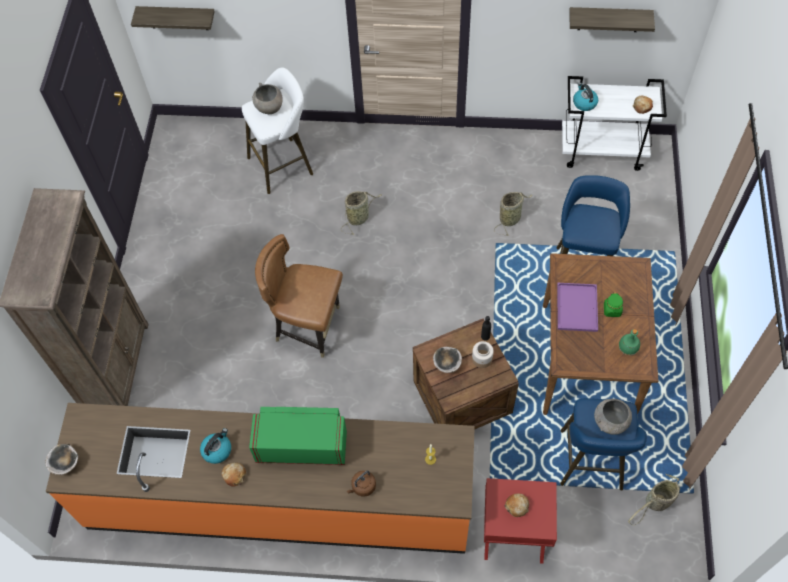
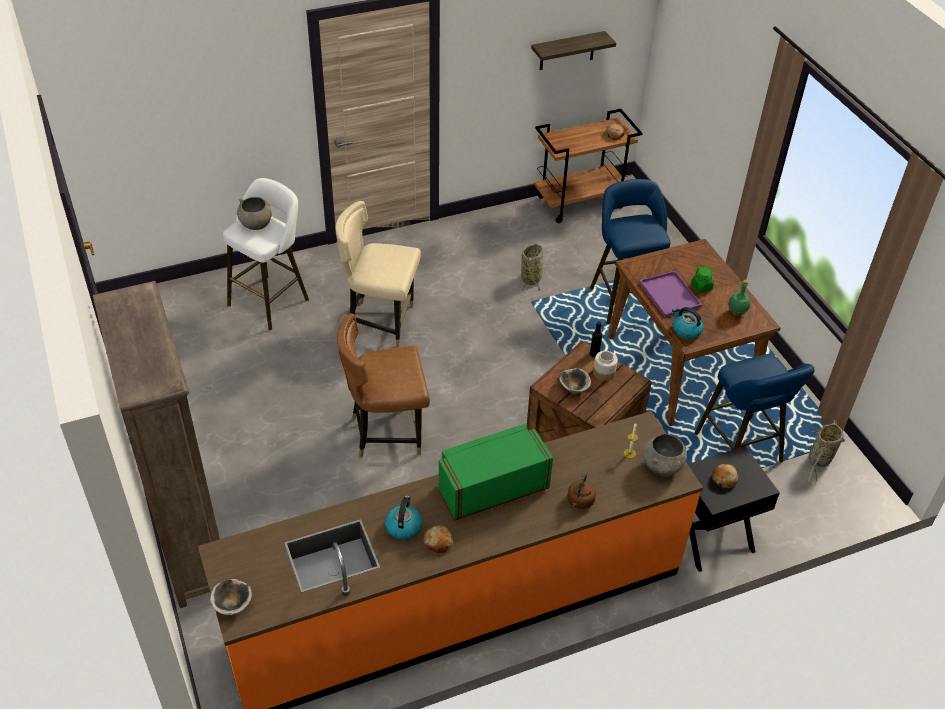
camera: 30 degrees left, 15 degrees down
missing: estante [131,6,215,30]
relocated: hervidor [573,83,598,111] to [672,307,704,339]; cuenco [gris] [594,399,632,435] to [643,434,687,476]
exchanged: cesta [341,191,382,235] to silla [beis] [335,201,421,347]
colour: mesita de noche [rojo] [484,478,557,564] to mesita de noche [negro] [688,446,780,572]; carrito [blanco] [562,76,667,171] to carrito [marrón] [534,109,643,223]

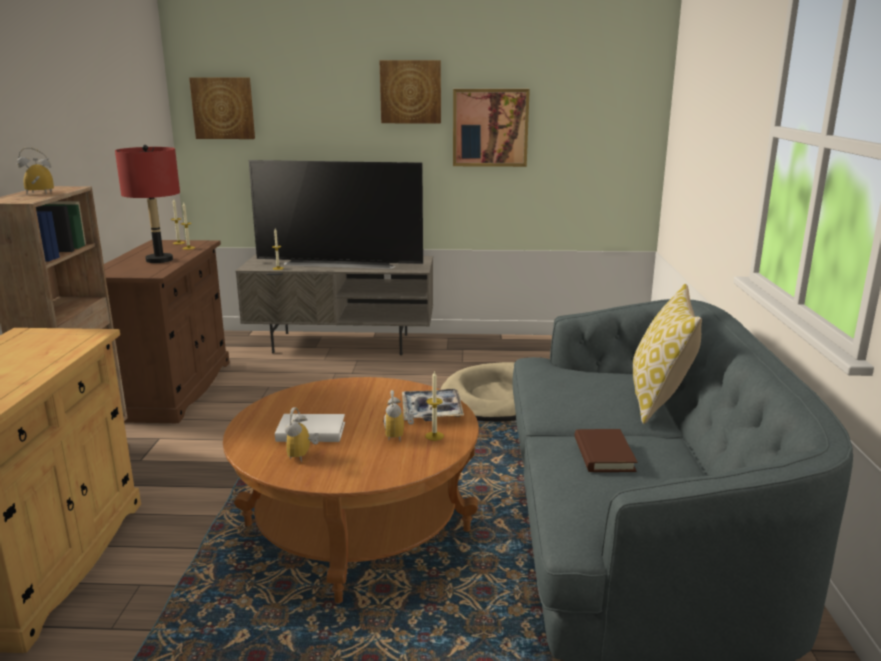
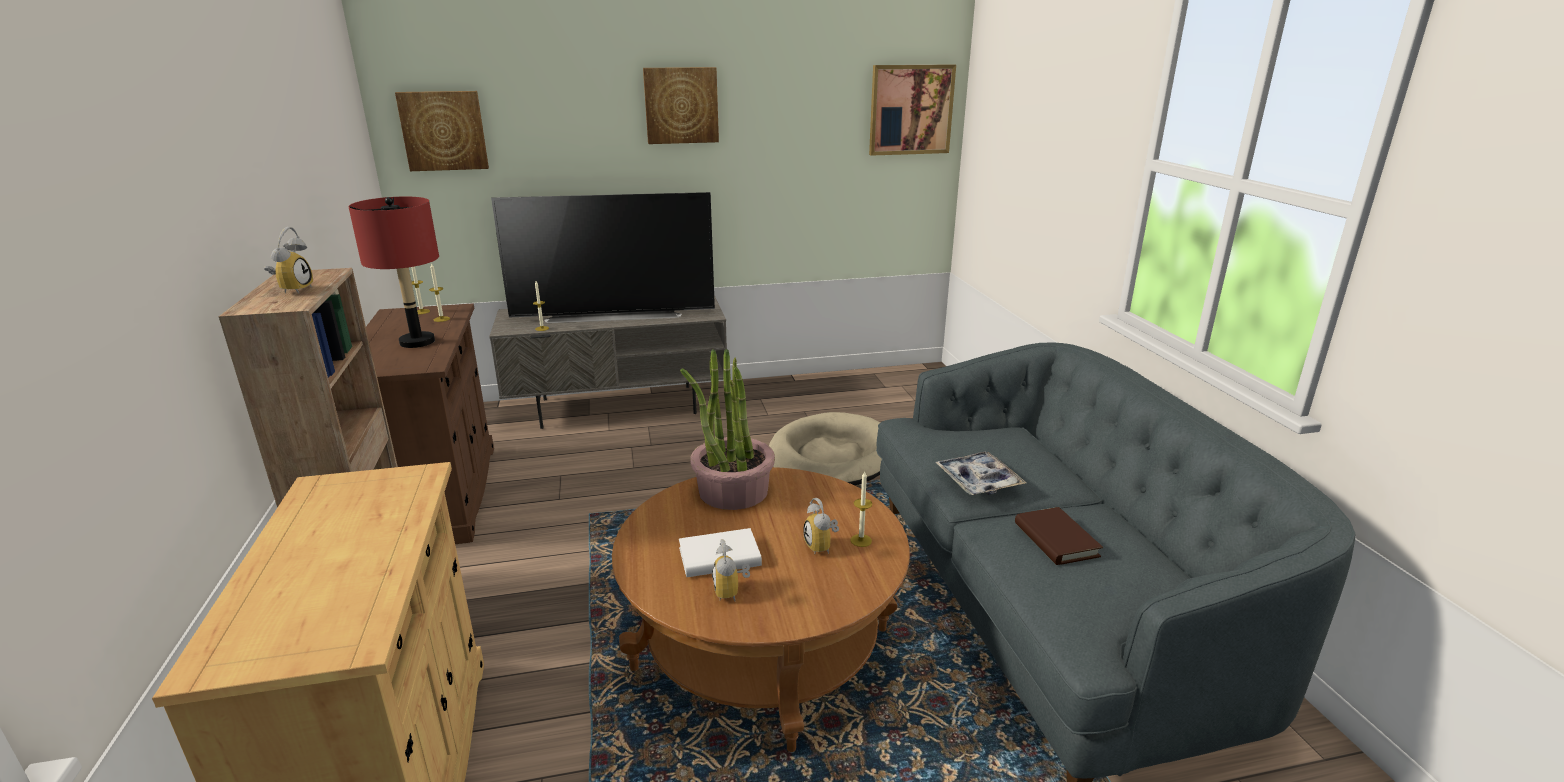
camera: 15 degrees left, 5 degrees up
missing: cojín [633,284,702,424]
appeared: planta en maceta [680,349,775,510]
relocated: bandeja [402,389,464,421] to [935,452,1026,495]; cuadro [453,89,530,167] to [869,64,956,156]
spun: despertador [17,147,54,194] = [264,227,313,294] 120 degrees clockwise

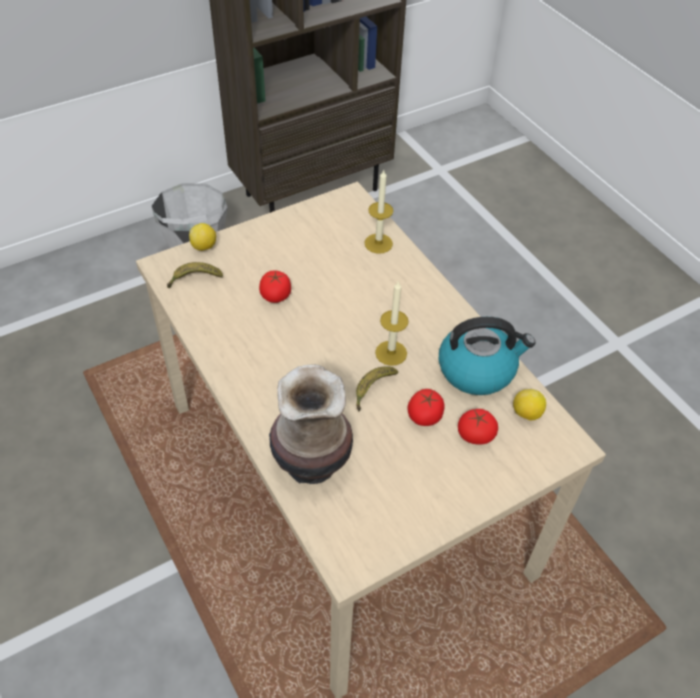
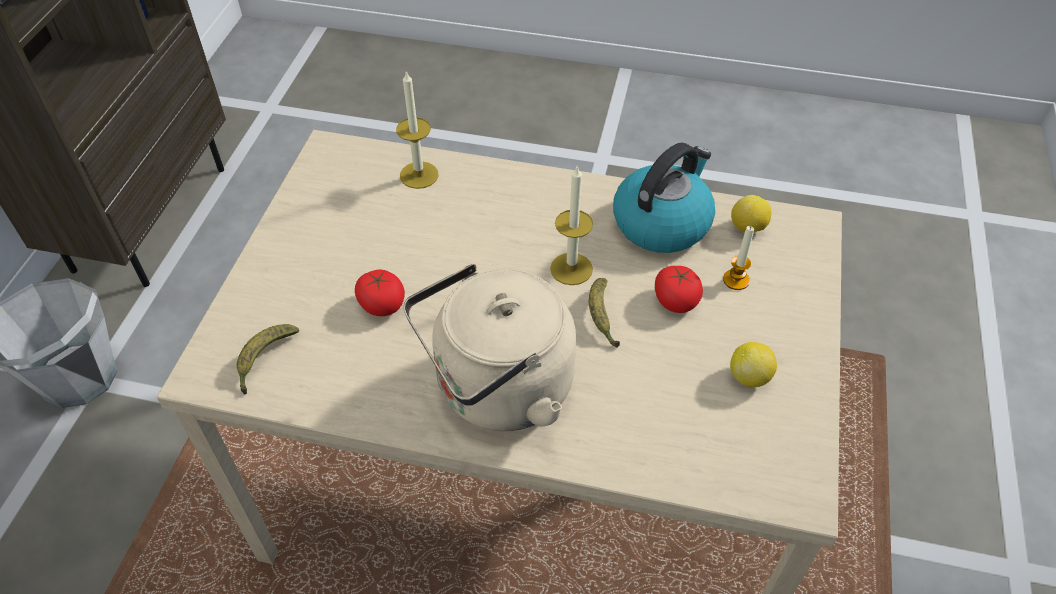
camera: 45 degrees left, 0 degrees up
missing: florero [269,364,353,484]
appeared: hervidor [beis] [403,264,576,431]
relocated: limón [189,223,216,251] to [730,342,777,387]
exchanged: tomate [458,409,498,445] to vela [723,226,754,290]

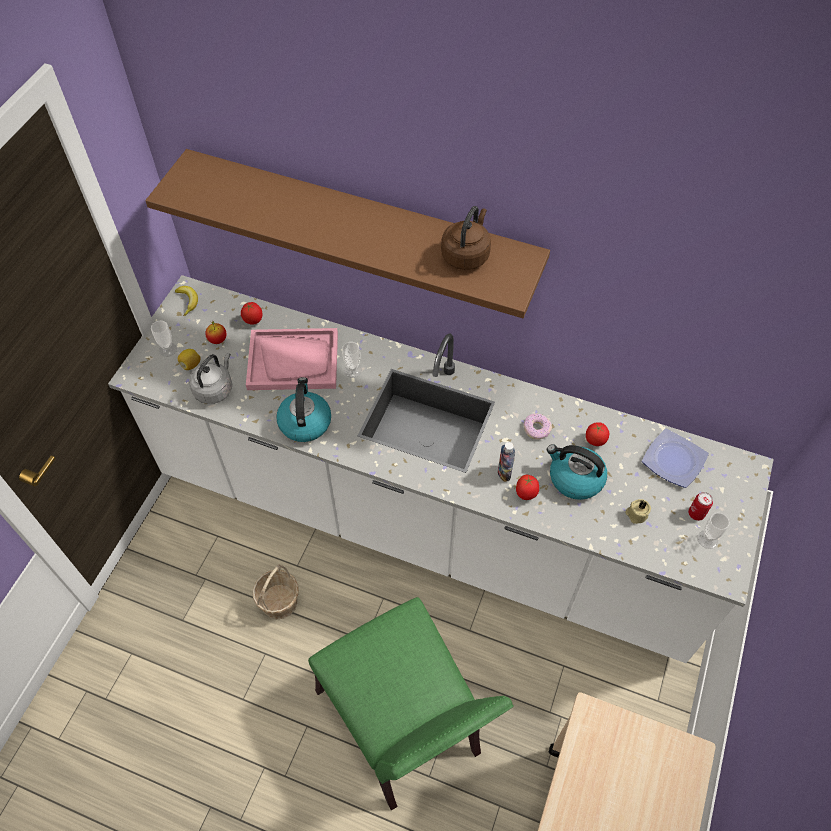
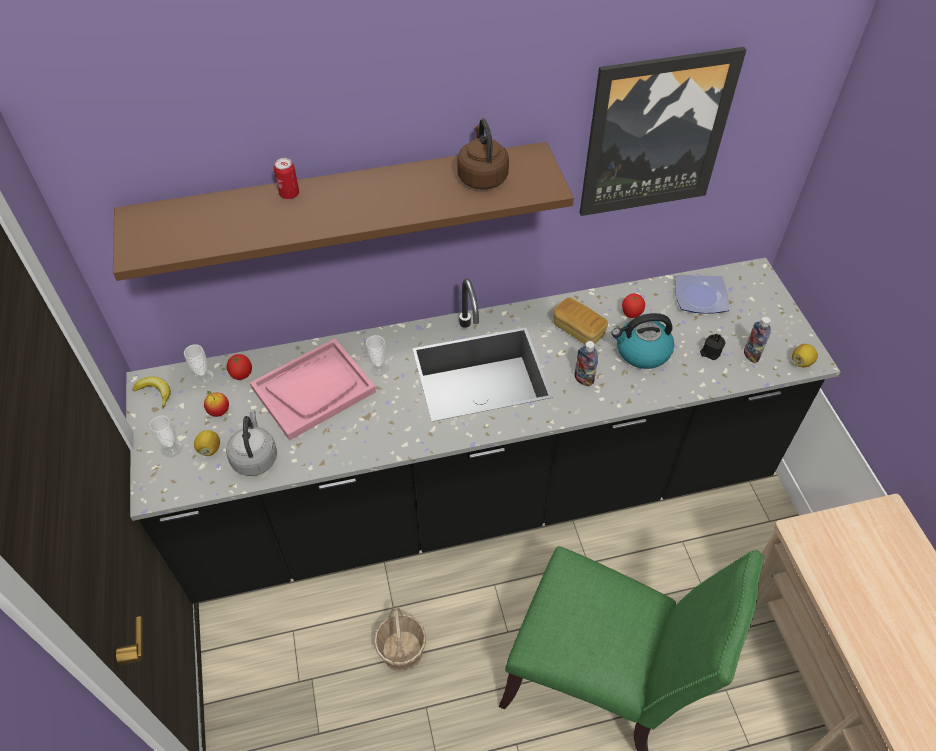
camera: 35 degrees left, 5 degrees down
missing: hervidor [276,377,331,442]; tomate [516,475,539,500]
appeared: cuadro [580,47,746,216]; botella [744,316,771,363]; limón [792,344,818,367]
relocated: lata [688,492,713,521] to [274,158,299,199]; taza [697,512,729,549] to [184,345,214,385]
exchanged: rosquilla [524,414,552,440] to pan [554,297,608,345]
colour: mueble bajo de cocina [blanco] [108,275,774,663] to mueble bajo de cocina [negro] [126,257,841,604]; vela [beis] [625,499,651,524] to vela [negro] [700,333,725,360]

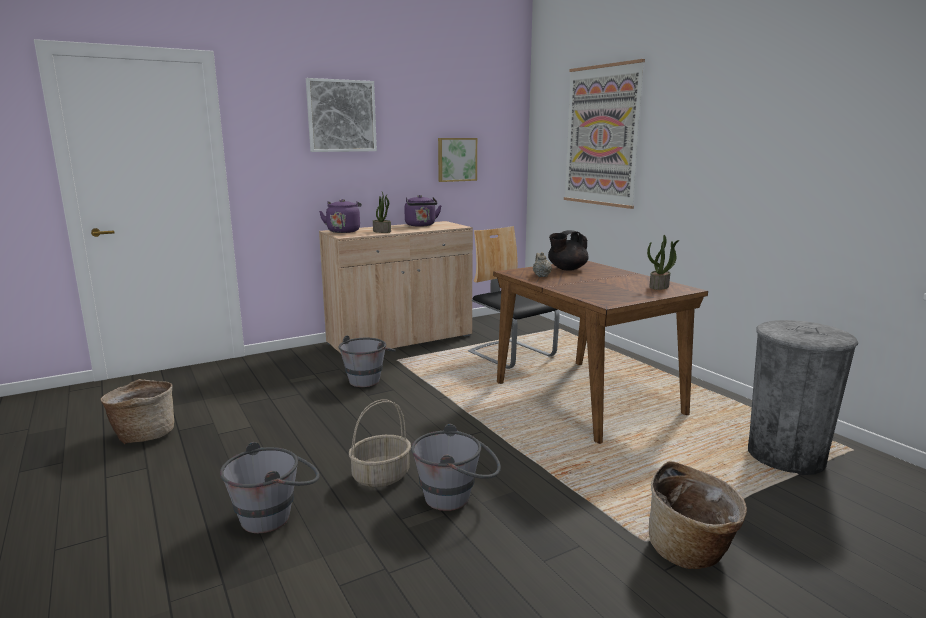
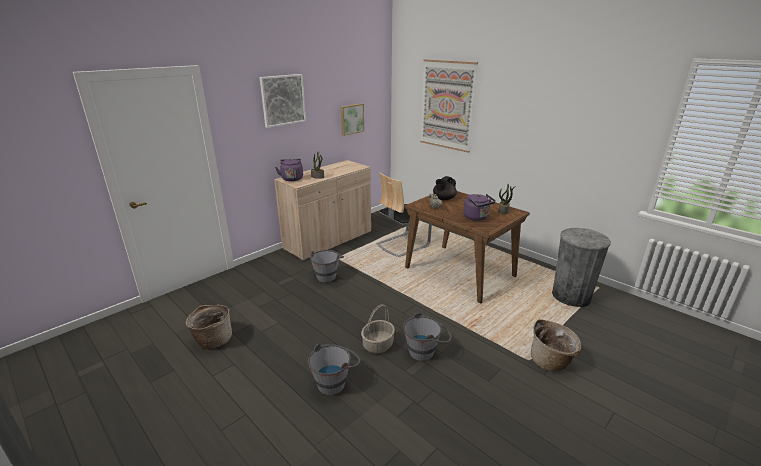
camera: 15 degrees left, 10 degrees up
relocated: hervidor [morado] [404,195,442,227] to [463,194,496,221]
spun: silla [468,226,560,369] = [376,173,432,257] 75 degrees counterclockwise

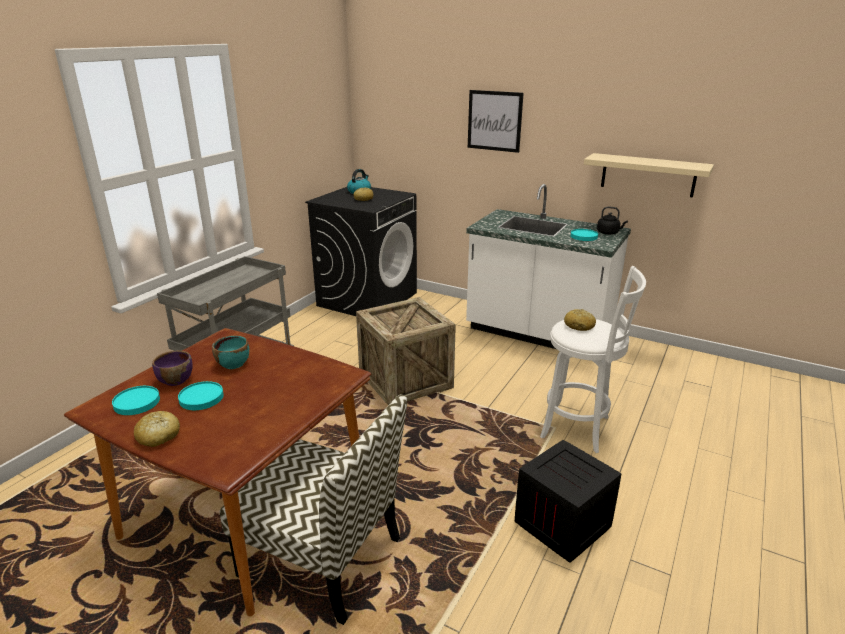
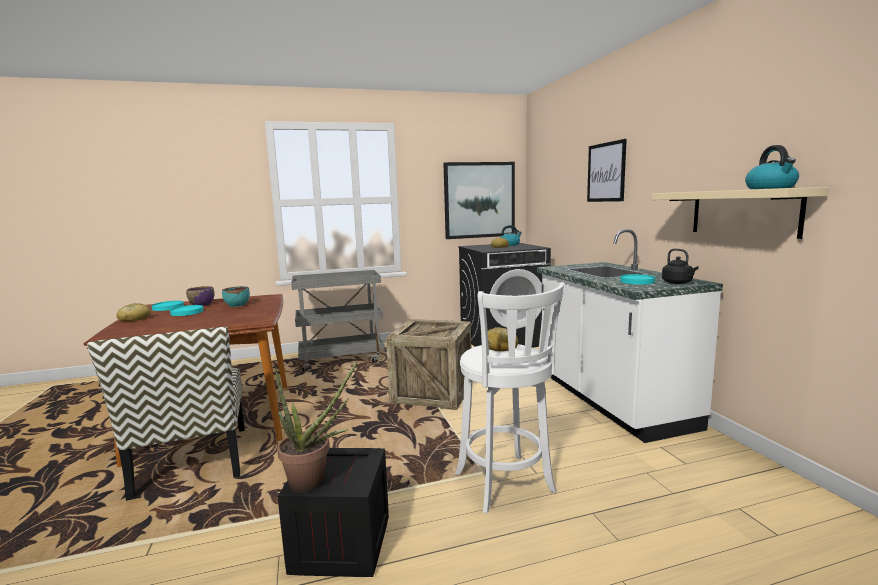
camera: 45 degrees right, 15 degrees down
appeared: planta en maceta [275,362,357,493]; cuadro [443,162,515,239]; hervidor [745,145,799,189]

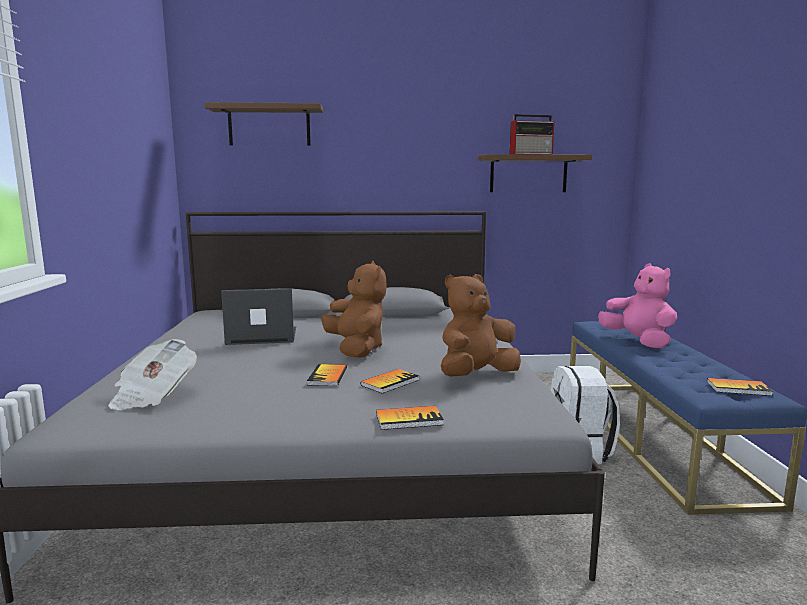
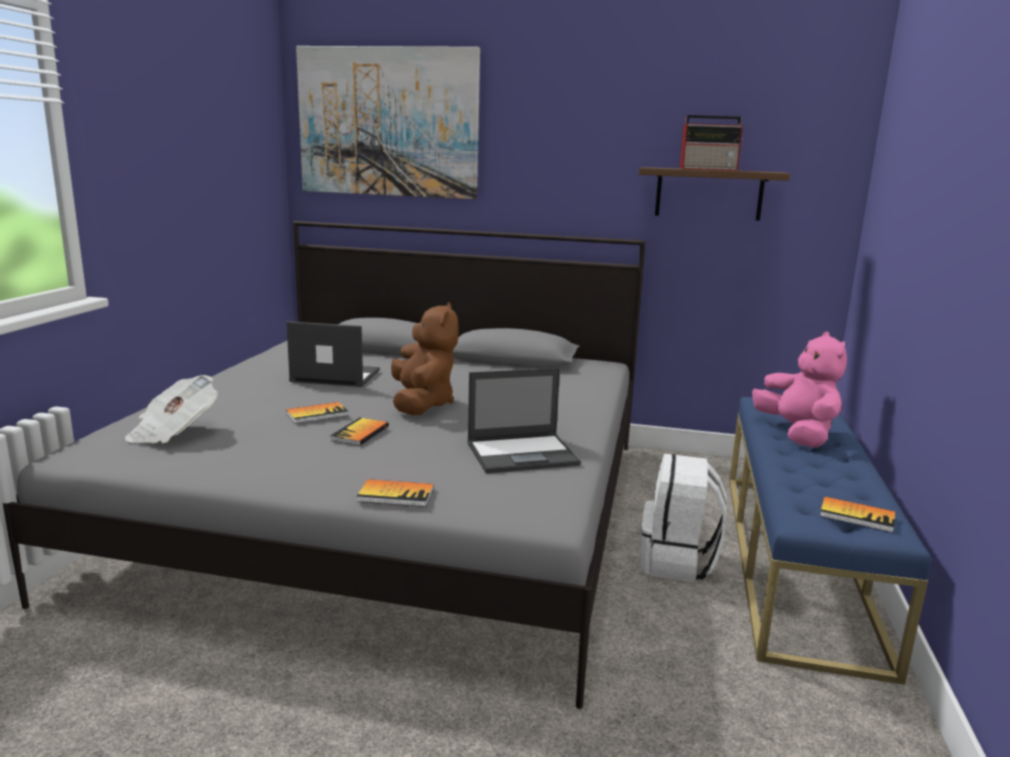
camera: 15 degrees right, 5 degrees up
relocated: libro [361,369,419,394] to [286,402,349,424]
exchanged: estante [marrón] [204,102,323,146] to cuadro [296,46,480,199]; peluche [marrón] [441,274,521,377] to portátil [467,368,581,474]

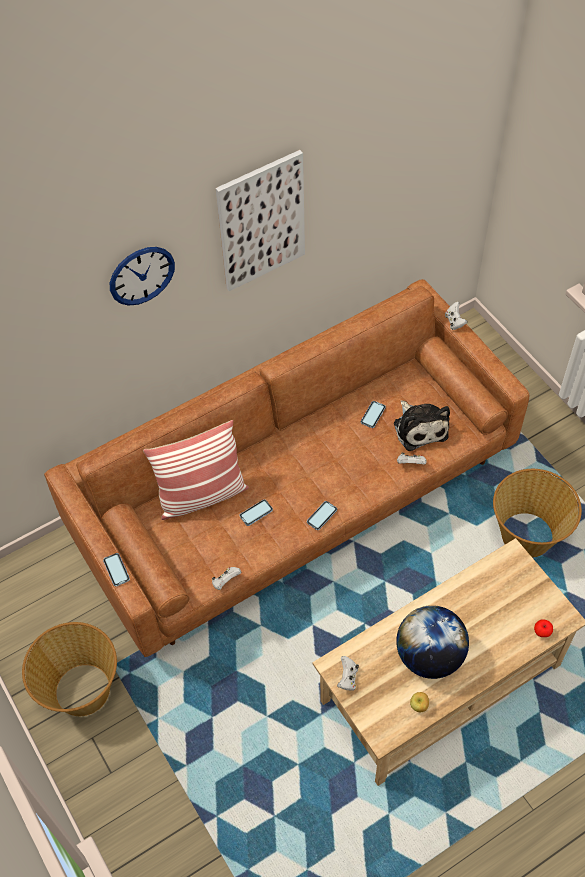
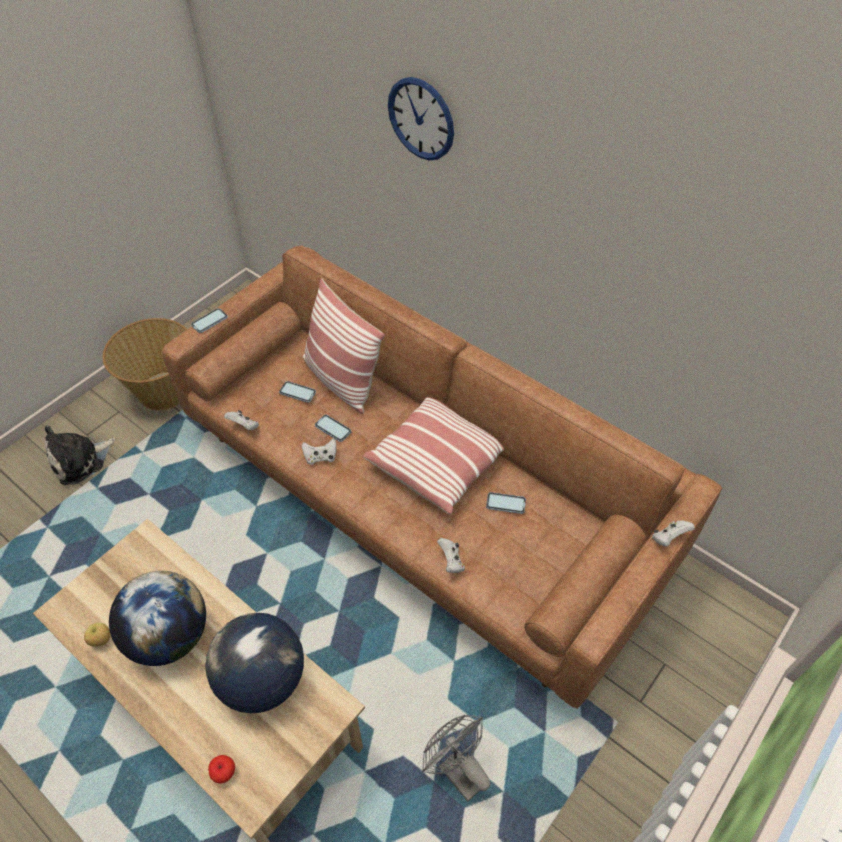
camera: 70 degrees right, 5 degrees down
missing: cuadro [216,150,305,291]
appeared: globo terráqueo [205,613,304,713]; cojín [363,397,504,514]
relocated: móvil [307,501,337,530] to [279,381,316,403]; mando de consola [blanco] [337,656,359,691] to [302,438,336,465]; peluche [394,400,450,451] to [45,425,115,485]
exchanged: cesta [493,469,582,558] to ventilador [gris] [422,715,491,802]

